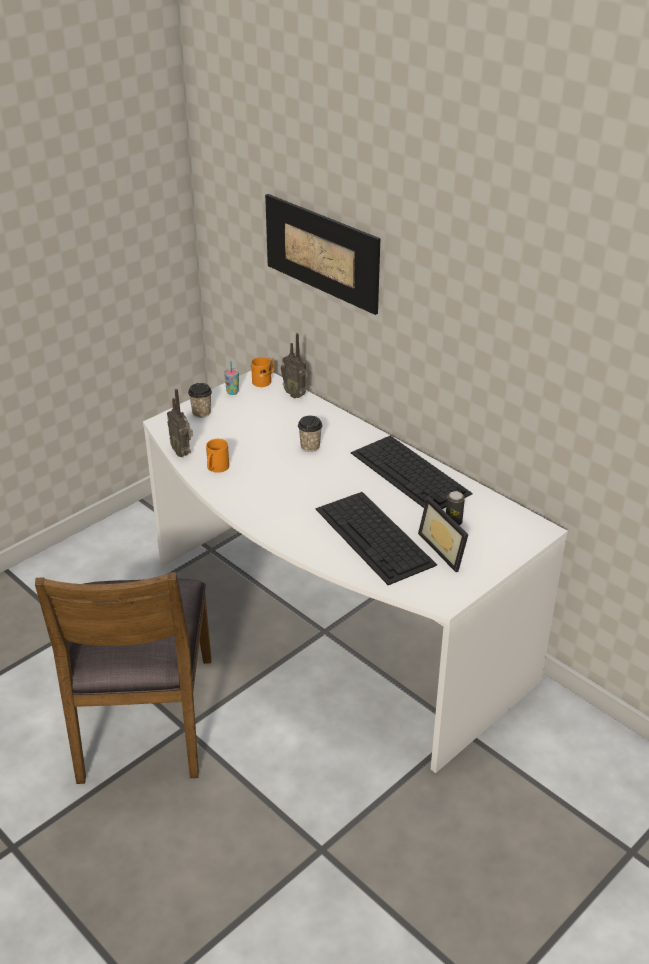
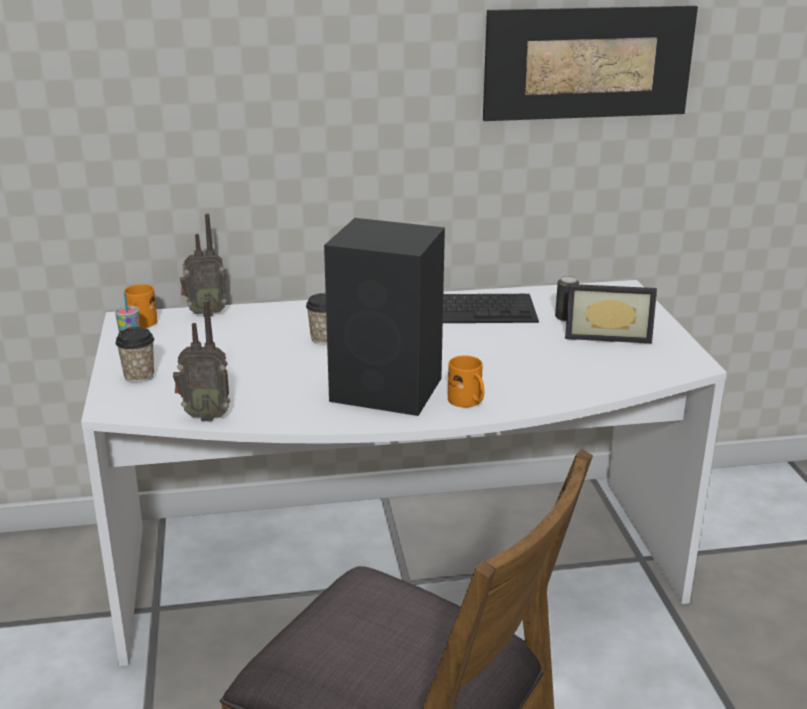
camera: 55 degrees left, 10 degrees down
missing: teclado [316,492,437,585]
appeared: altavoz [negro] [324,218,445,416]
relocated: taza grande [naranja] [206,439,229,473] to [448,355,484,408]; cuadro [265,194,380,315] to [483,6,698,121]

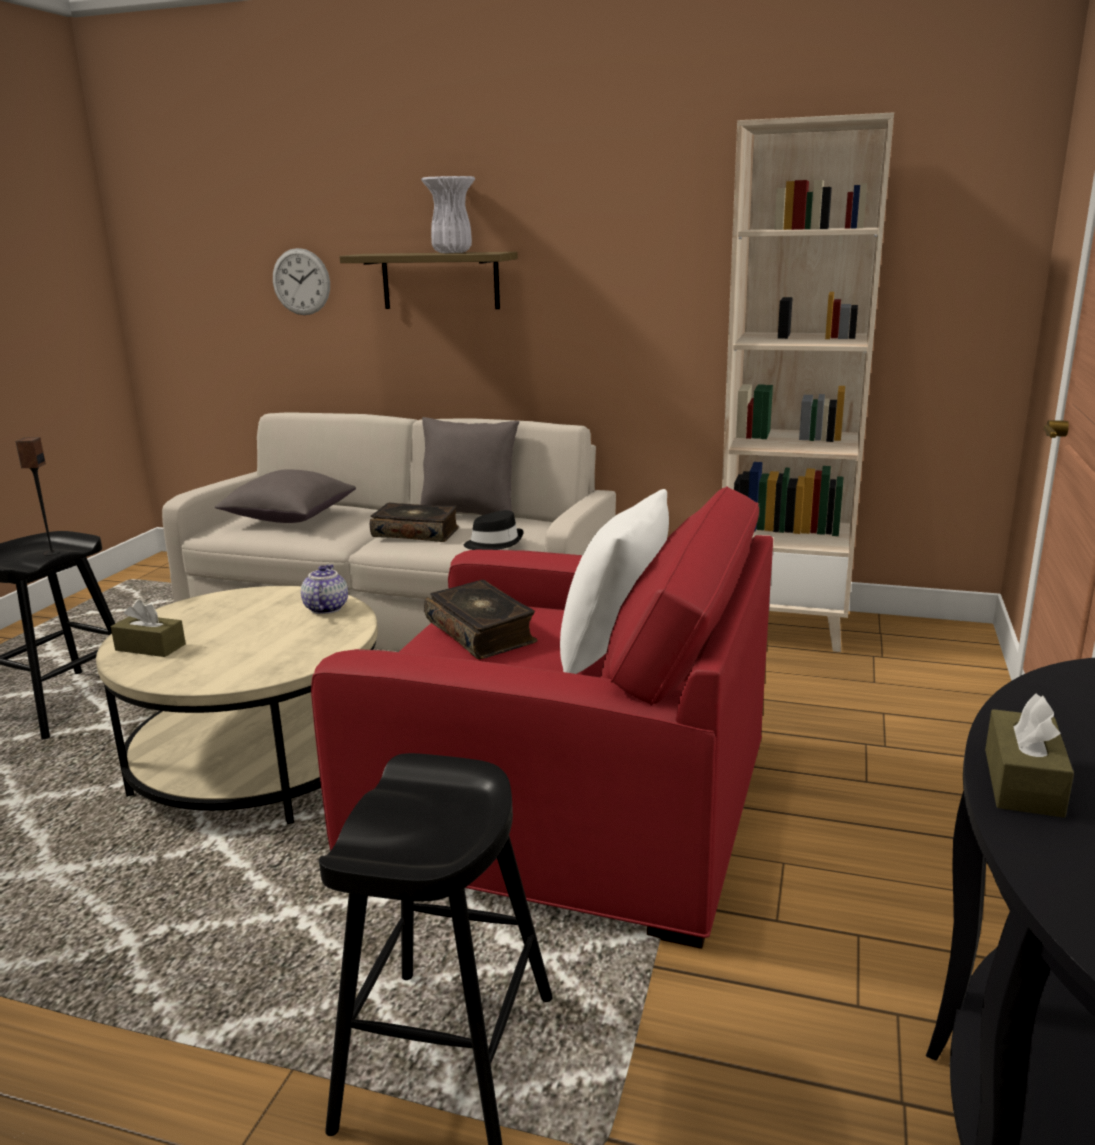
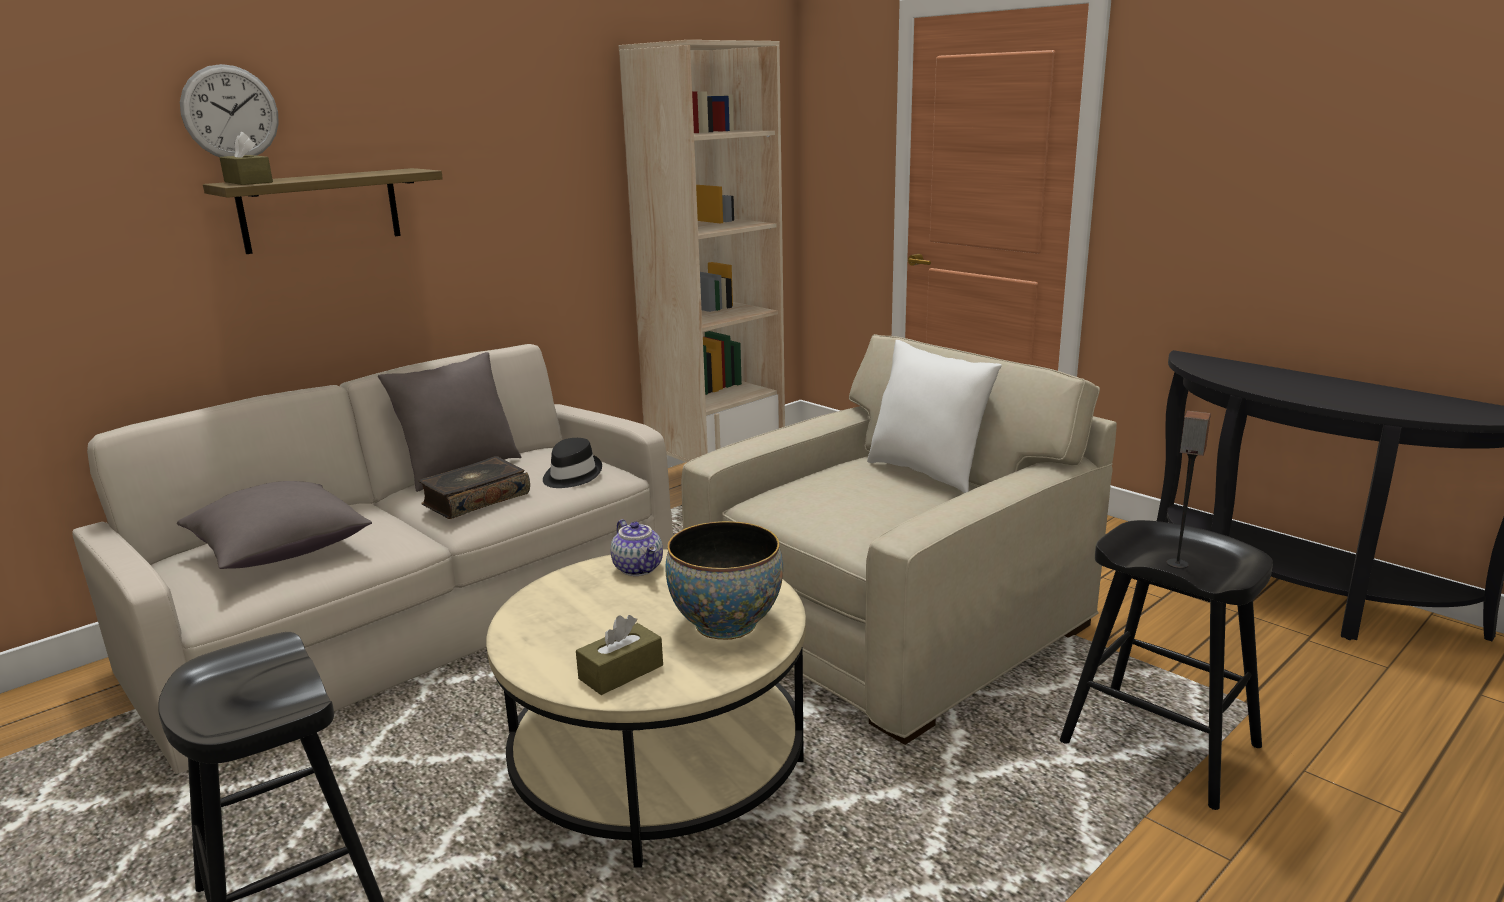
camera: 60 degrees left, 0 degrees up
missing: florero [blanco] [421,176,475,253]; libro [424,580,538,659]
appeared: cuenco [665,521,783,640]
relocated: altavoz [16,437,60,556] to [1167,411,1211,569]; reloj de pared [273,248,330,315] to [180,64,279,157]; caja de pañuelos [marrón] [985,694,1074,818] to [220,132,273,185]
colour: sillón [rojo] [311,486,773,949] to sillón [beis] [681,334,1117,745]
spun: tetera [301,565,348,614] = [610,519,663,576] 150 degrees counterclockwise

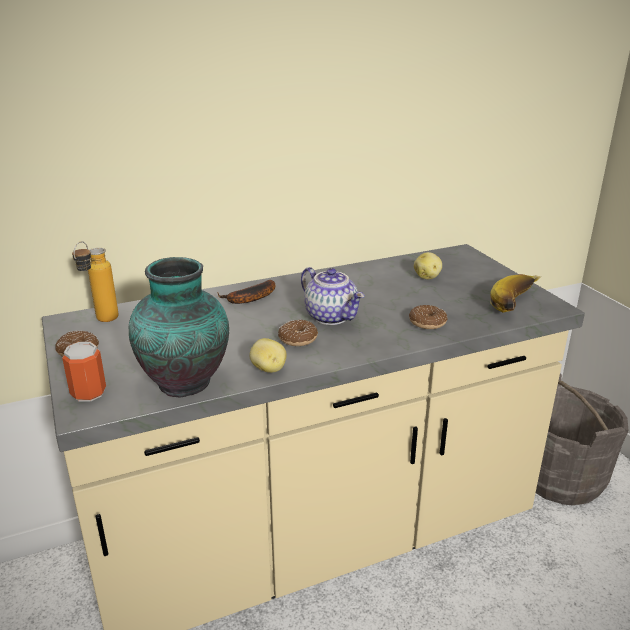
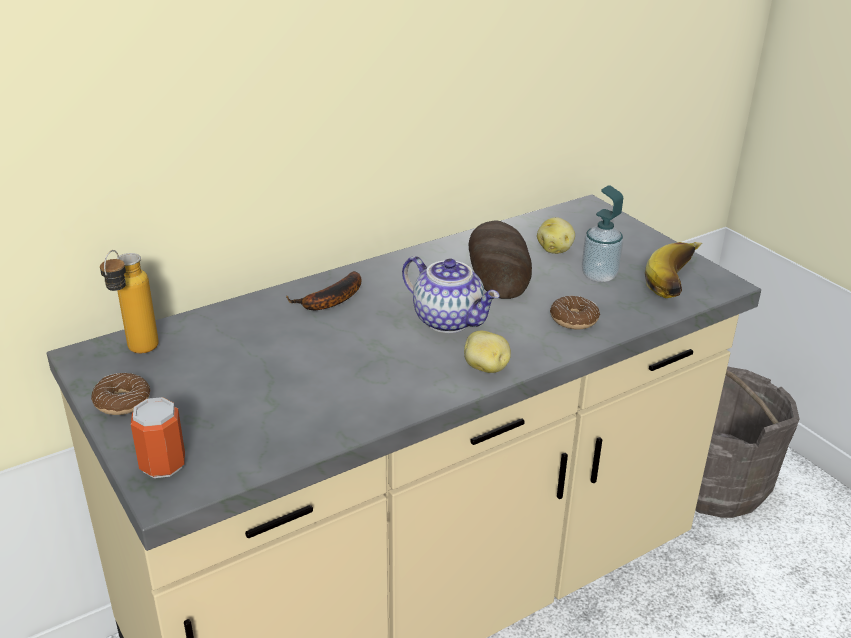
camera: 10 degrees left, 5 degrees up
missing: florero [129,257,229,397]; rosquilla [278,320,318,346]
appeared: pan [469,220,532,299]; dispensador de jabón [582,185,623,282]
relocated: patata [249,338,287,373] to [464,331,511,373]

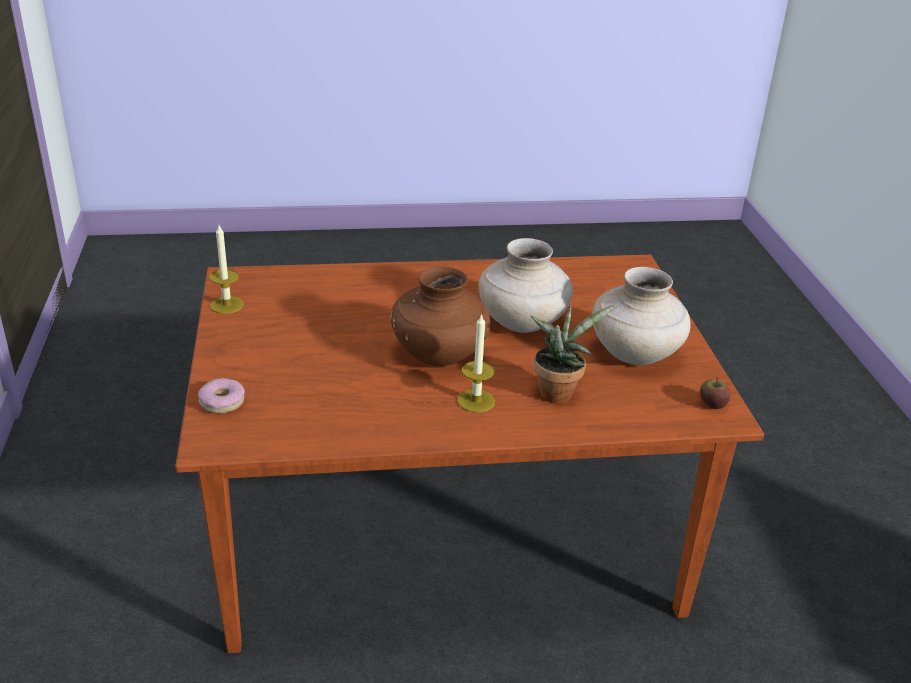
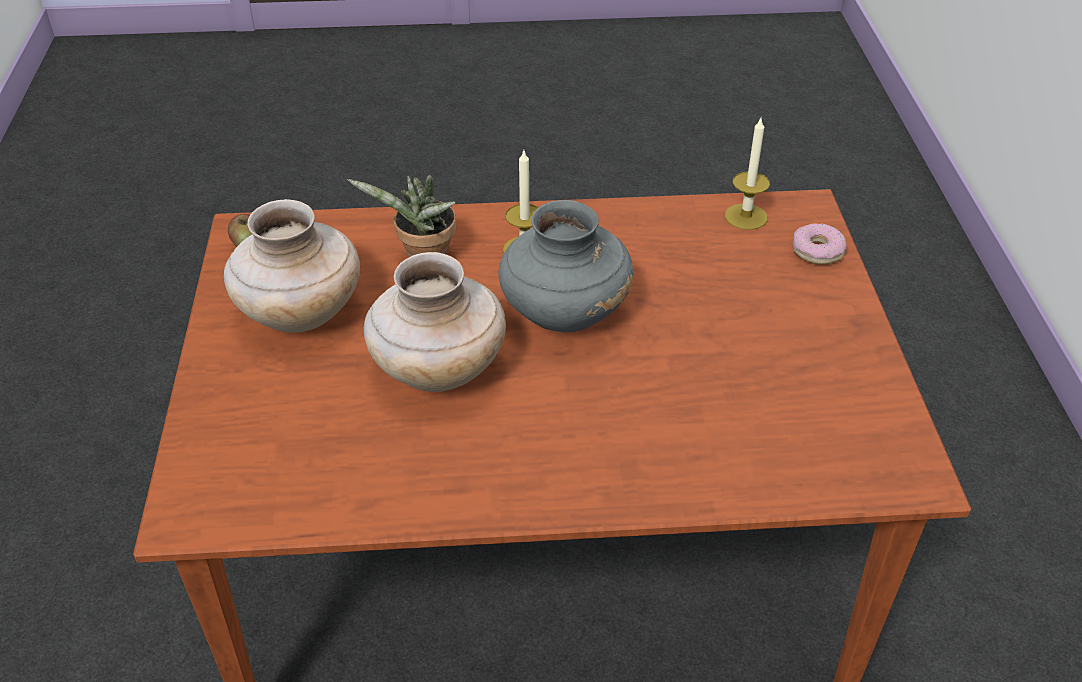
camera: 175 degrees left, 10 degrees up
relocated: vela [210,225,244,314] to [725,116,770,230]
colour: florero [marrón] [390,266,491,366] to florero [gris] [498,200,633,332]

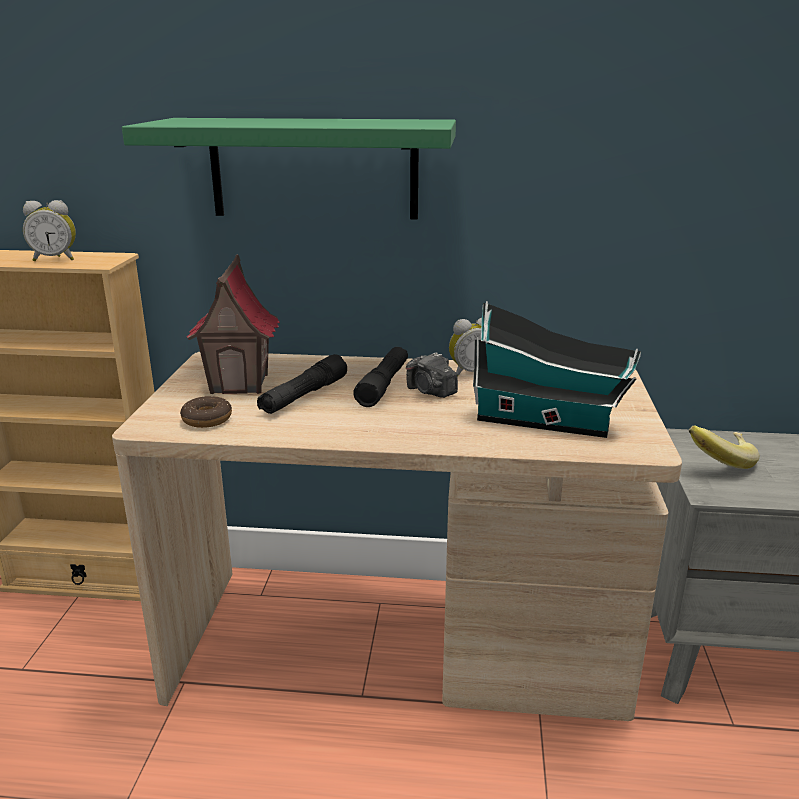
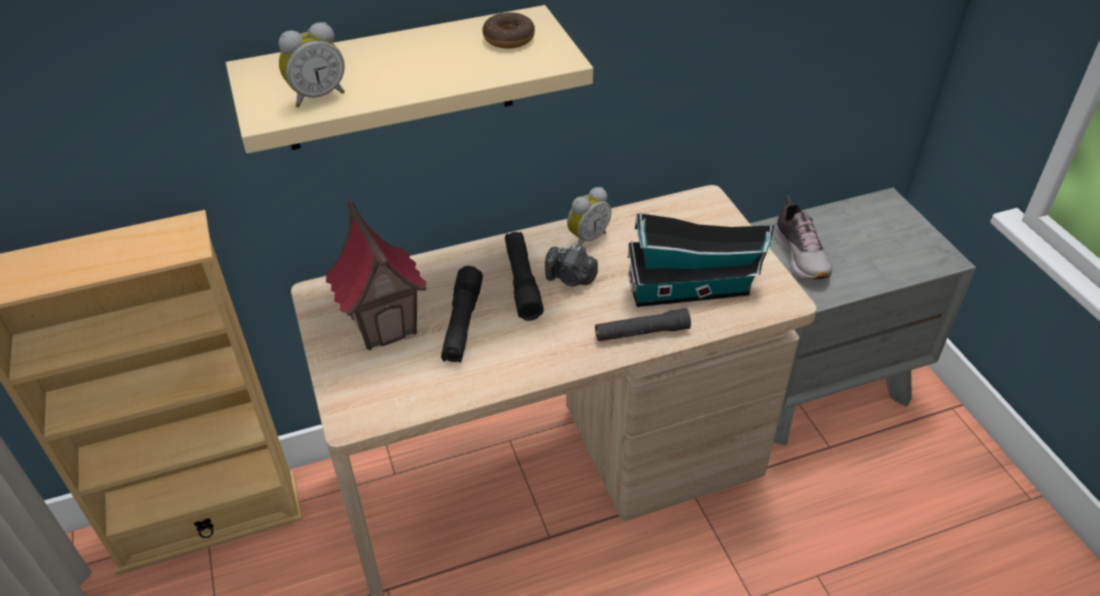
camera: 25 degrees left, 20 degrees up
appeared: linterna [negro] [595,308,691,341]
relocated: despertador [23,200,76,261] to [278,22,345,108]; rosquilla [180,396,232,428] to [482,12,535,48]
exchanged: plátano [689,426,759,469] to zapato [773,195,832,279]
colour: estante [verde] [122,118,456,219] to estante [beis] [226,5,593,154]

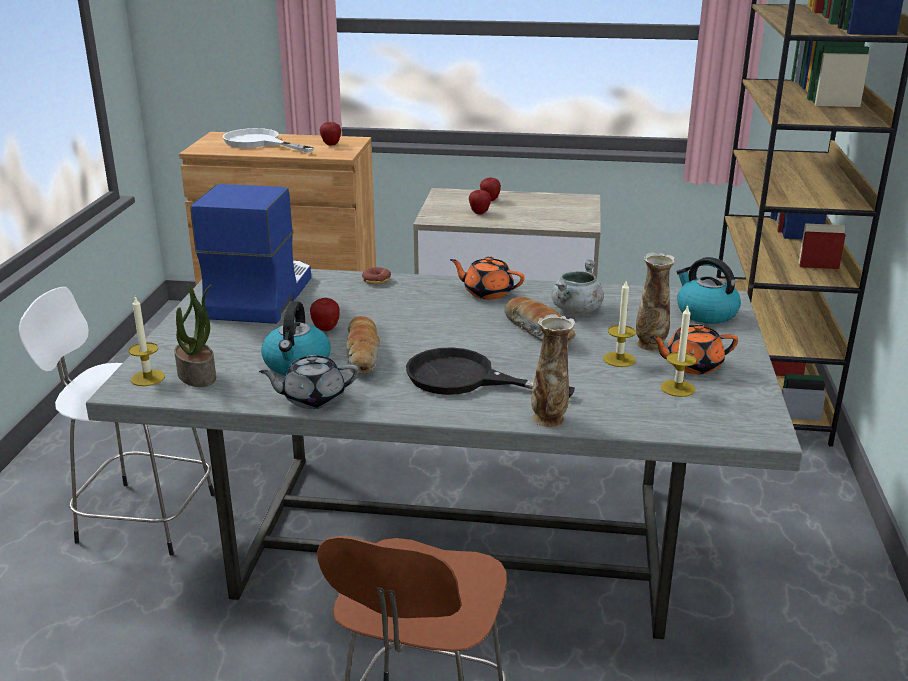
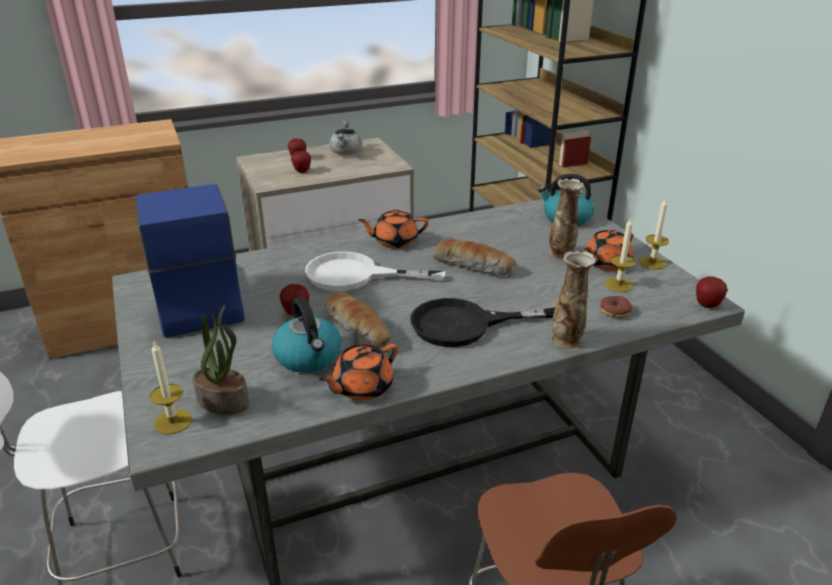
camera: 30 degrees left, 5 degrees up
relocated: sartén [blanco] [223,128,314,153] to [305,252,445,291]; manzana [320,122,341,145] to [696,276,728,308]; rosquilla [362,267,391,285] to [600,296,632,318]; olla [gris] [551,259,603,314] to [330,120,363,155]; vela [603,281,636,367] to [639,198,669,269]
colour: tetera [gris] [259,355,359,409] to tetera [naranja] [319,344,398,401]

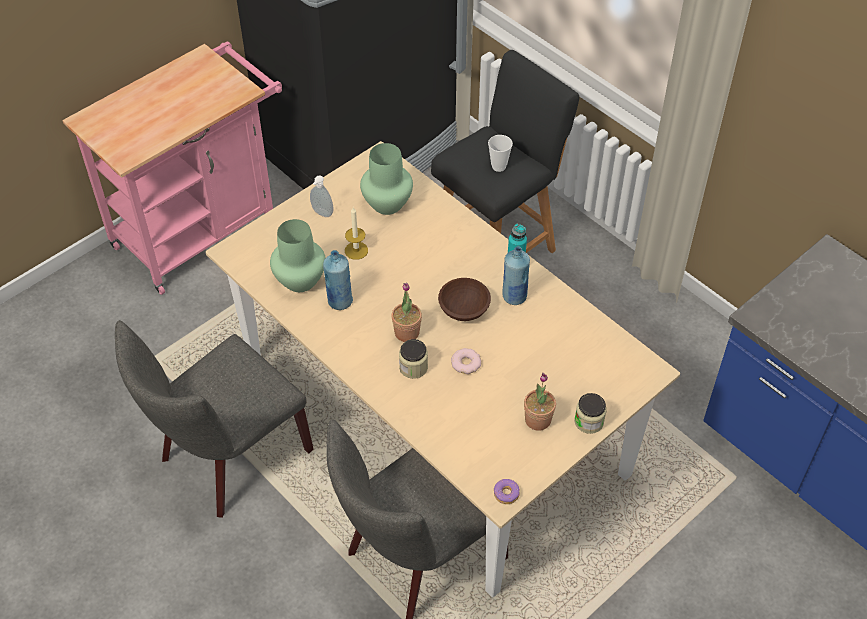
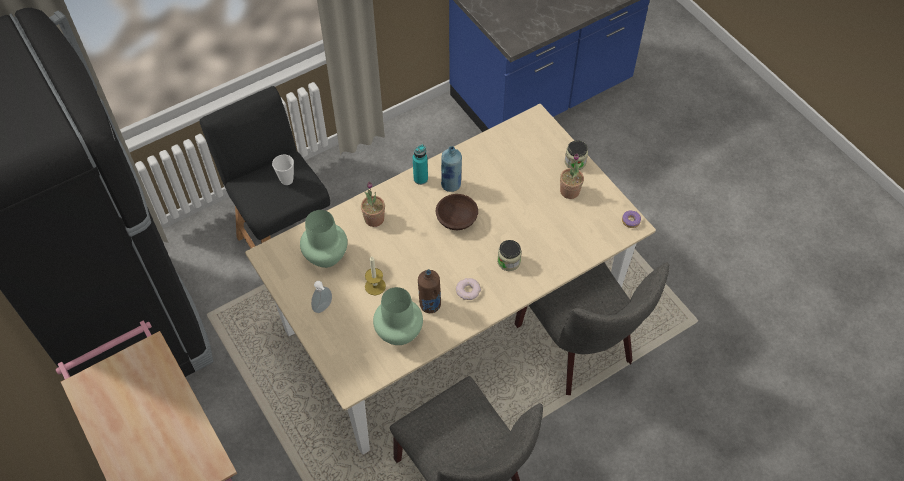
camera: 80 degrees left, 5 degrees up
relocated: planta en maceta [391,283,422,342] to [361,181,385,227]; rosquilla [451,348,481,374] to [456,278,481,300]
colour: botella [azul] [323,250,353,310] to botella [marrón] [418,269,441,313]

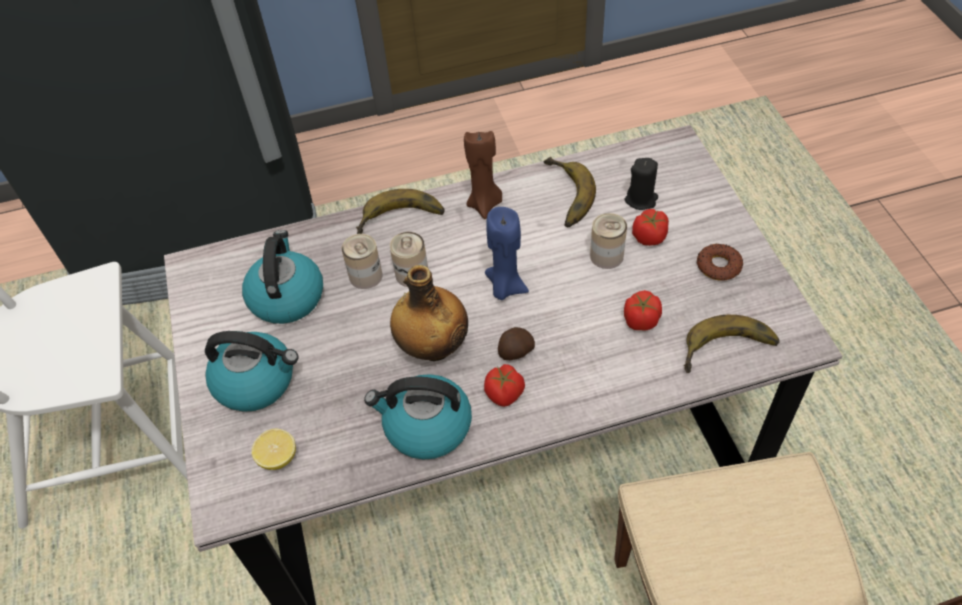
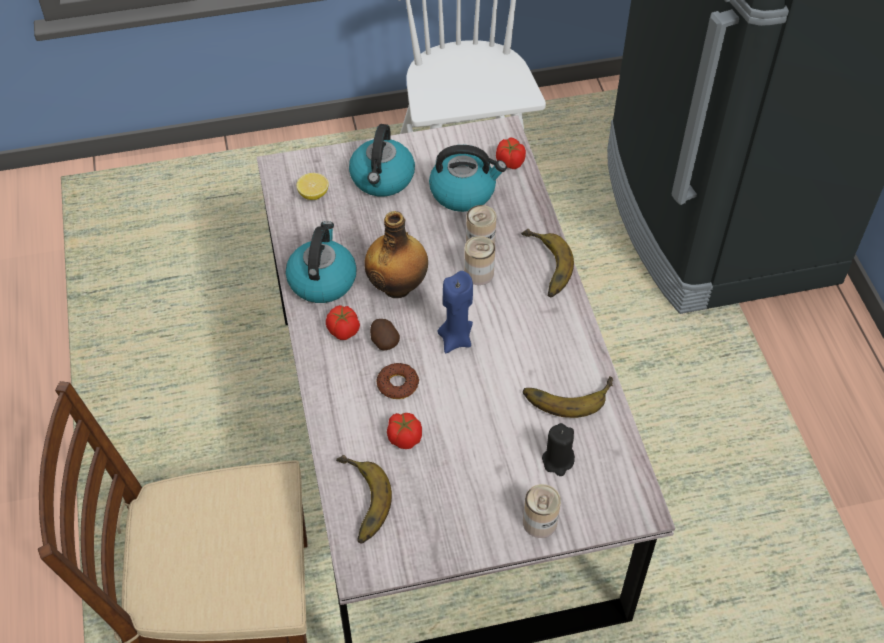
camera: 90 degrees right, 0 degrees up
missing: vela [marrón] [464,131,502,219]
relocated: lata [590,213,627,269] to [523,484,561,538]; tomate [632,209,669,246] to [496,137,526,169]; rosquilla [696,244,743,280] to [376,363,420,399]

